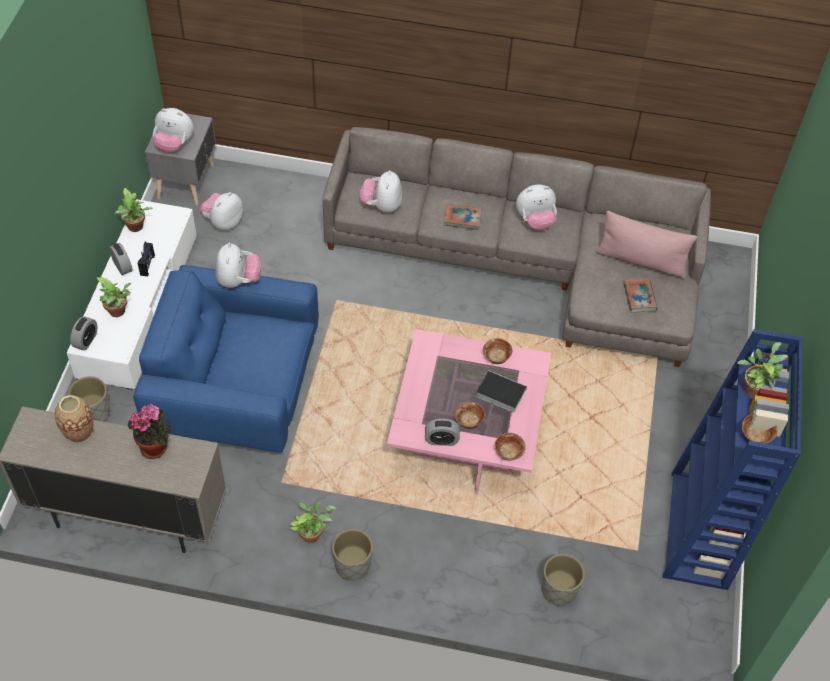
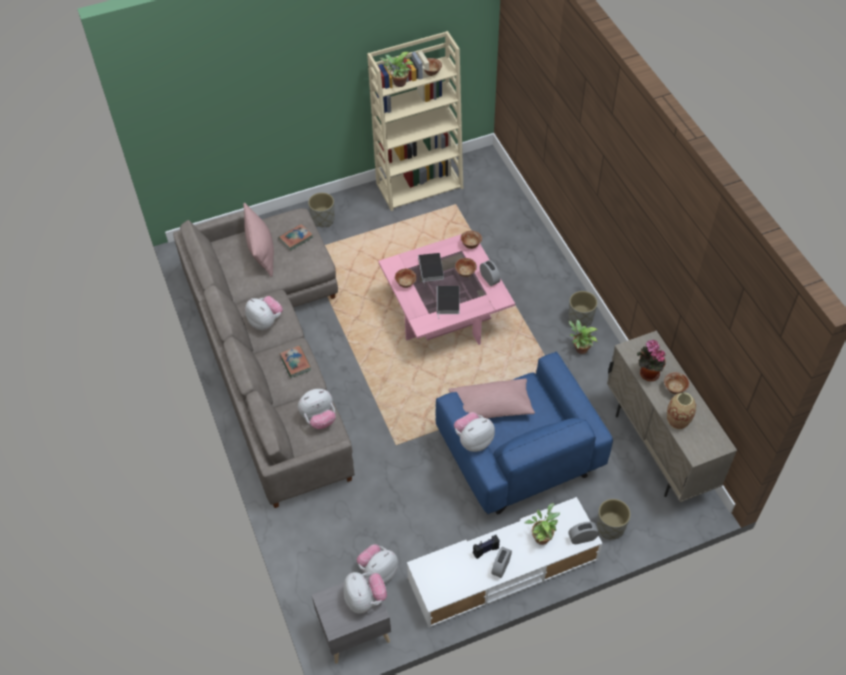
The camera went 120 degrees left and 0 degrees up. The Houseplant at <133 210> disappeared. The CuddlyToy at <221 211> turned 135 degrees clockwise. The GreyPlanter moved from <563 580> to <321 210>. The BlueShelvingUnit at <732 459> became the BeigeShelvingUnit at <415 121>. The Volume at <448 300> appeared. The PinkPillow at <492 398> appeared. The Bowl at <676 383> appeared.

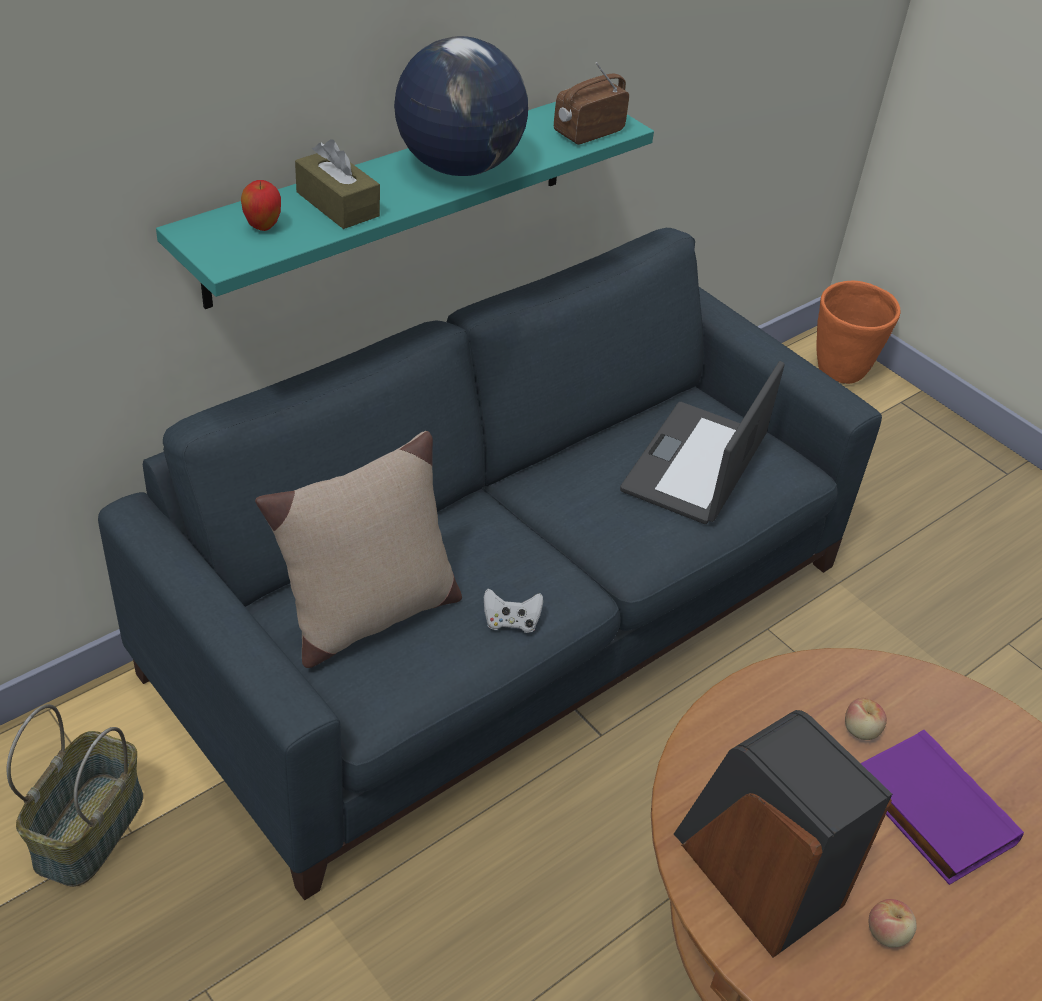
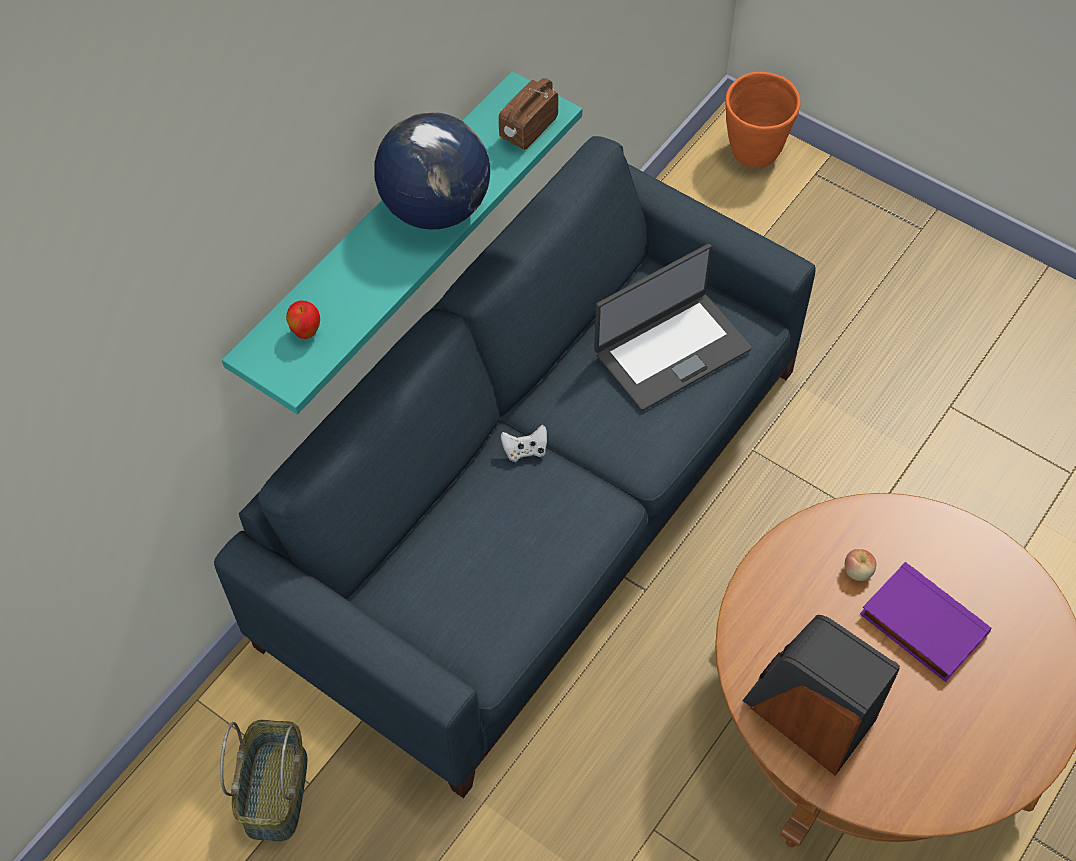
The camera went 10 degrees left and 15 degrees up. The BeigePillow at <358 549> disappeared. The BrownishBoxOfTissues at <337 184> disappeared. The WhiteColouredGamepad moved from <513 611> to <524 443>. The PortableComputer at <702 442> turned 135 degrees counterclockwise. The AppleFruit at <893 923> disappeared.

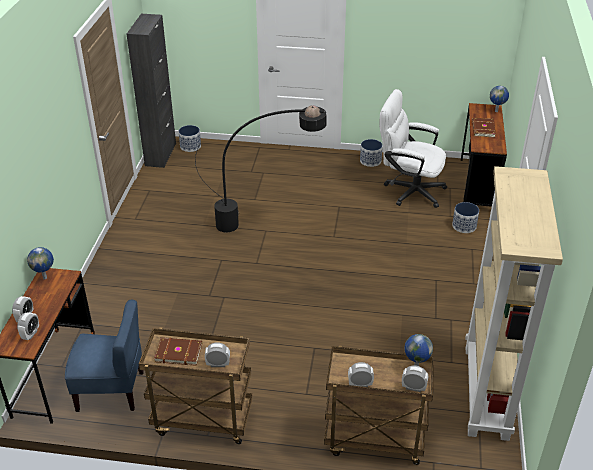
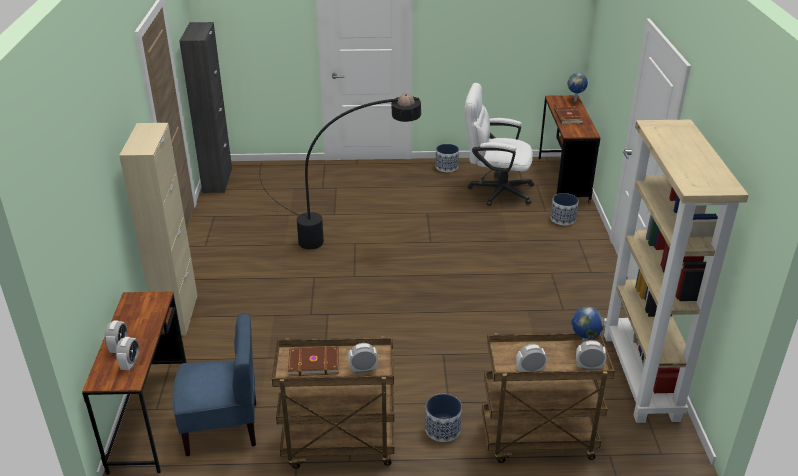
The camera went 10 degrees left and 5 degrees down. The WorldGlobe at <40 263> disappeared. The Planter moved from <190 138> to <443 418>. The BeigeStorageCabinet at <158 229> appeared.

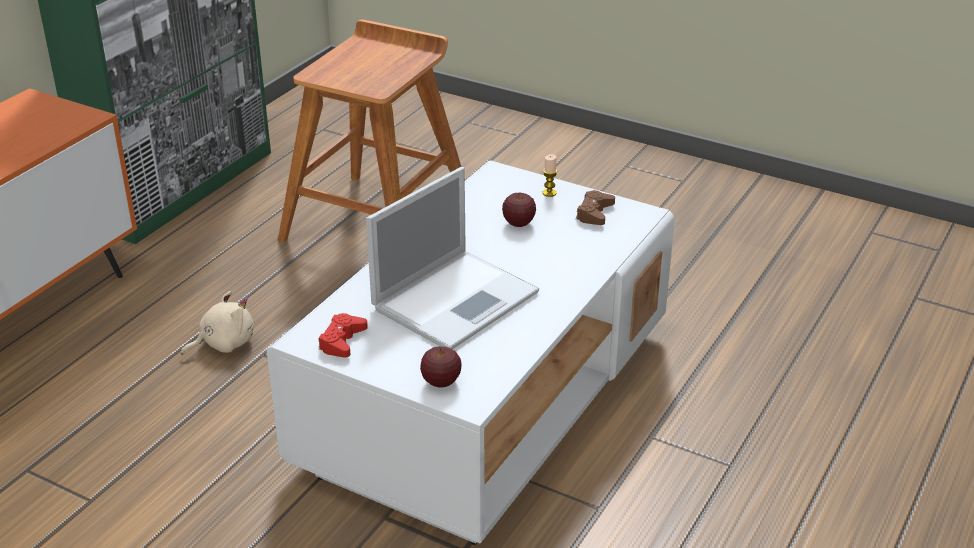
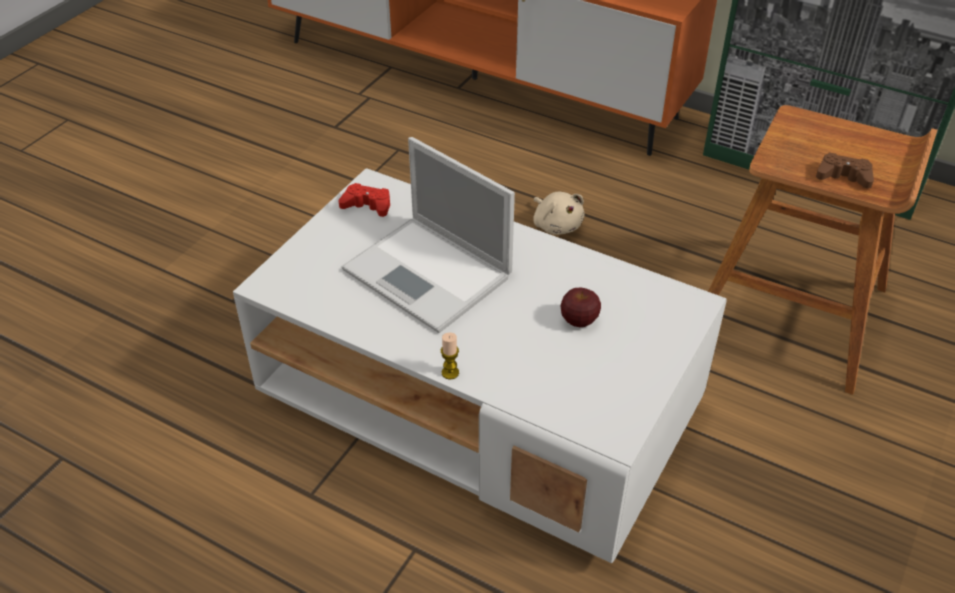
The camera went 90 degrees right and 10 degrees up. The AppleFruit at <440 367> disappeared. The WaxLight moved from <549 175> to <450 355>. The BrownishGamepad moved from <595 207> to <845 171>.

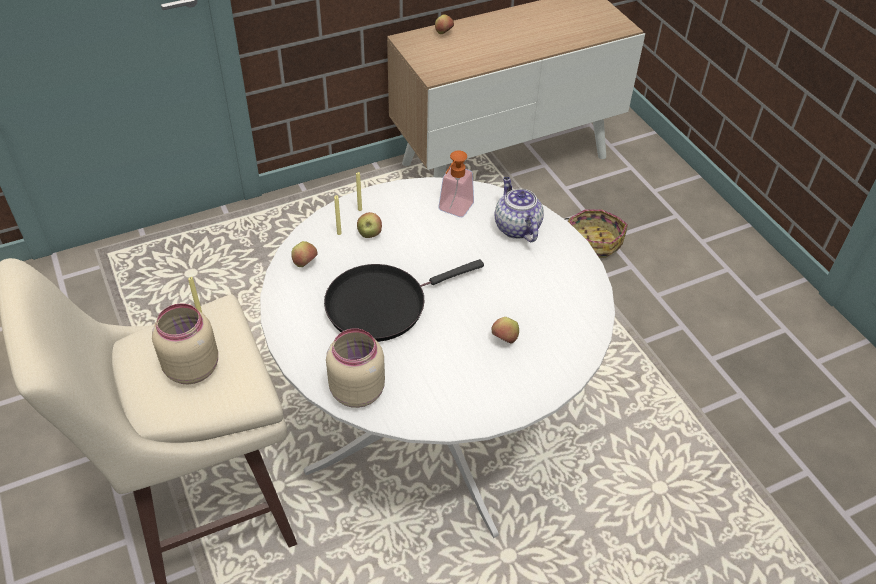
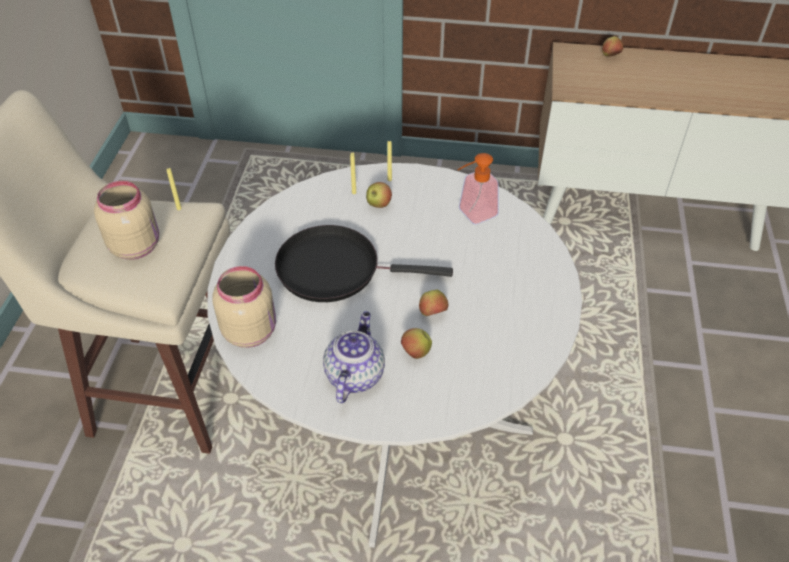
The camera went 35 degrees right and 0 degrees up. The AppleFruit moved from <304 254> to <433 302>. The PotForTea moved from <519 209> to <354 357>. The StorageBasket at <596 233> disappeared.

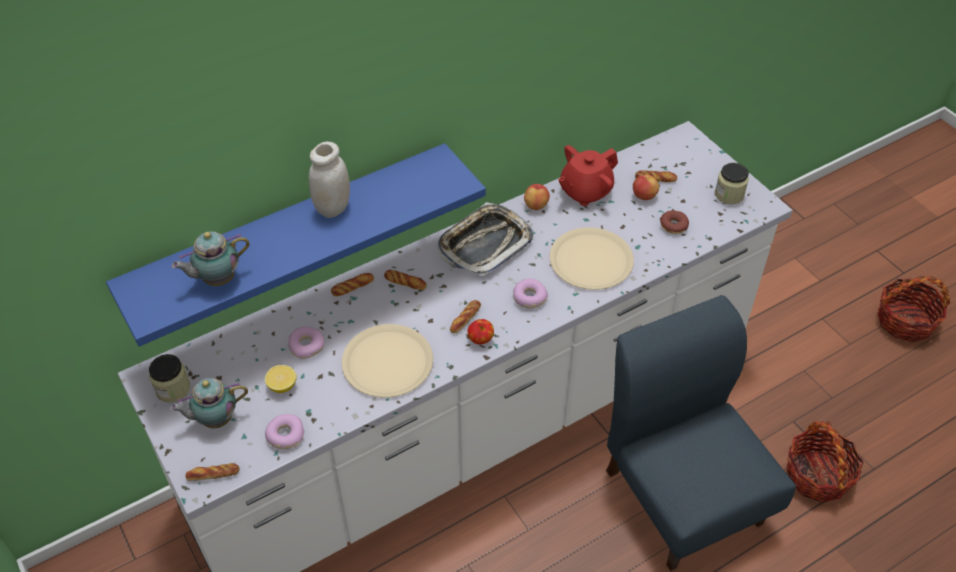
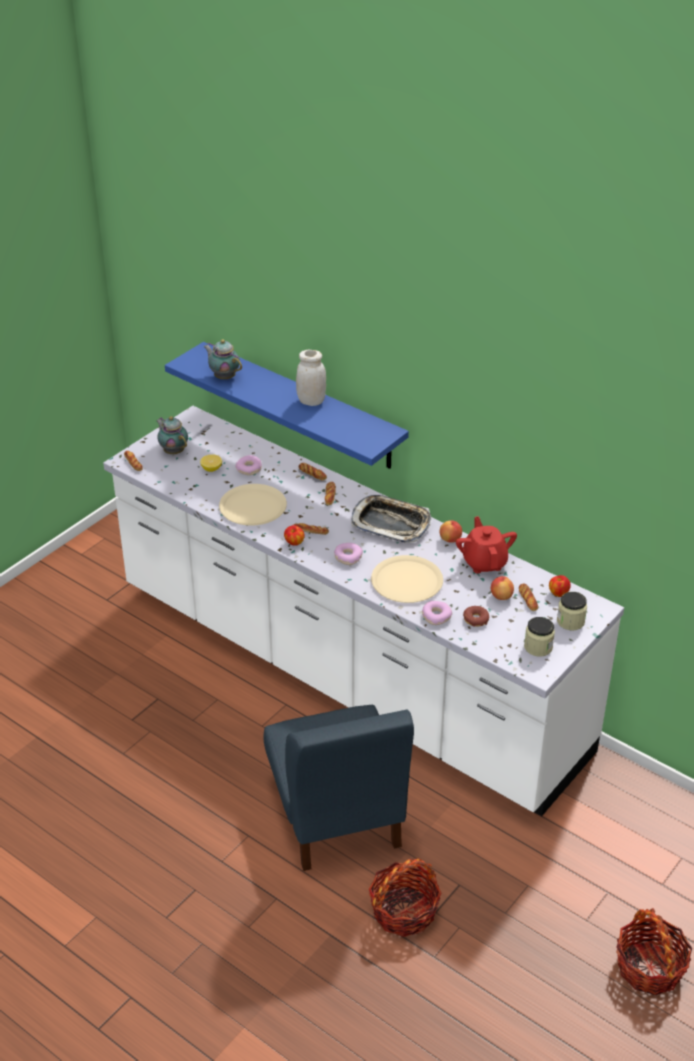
The camera went 70 degrees right and 10 degrees down. The Jar moved from <169 378> to <572 611>. The Donut moved from <284 431> to <437 613>. The ReddishPotForTea at <588 175> turned 45 degrees clockwise. The BlueUprightChair at <701 433> turned 120 degrees clockwise. The AppleFruit at <560 586> appeared.

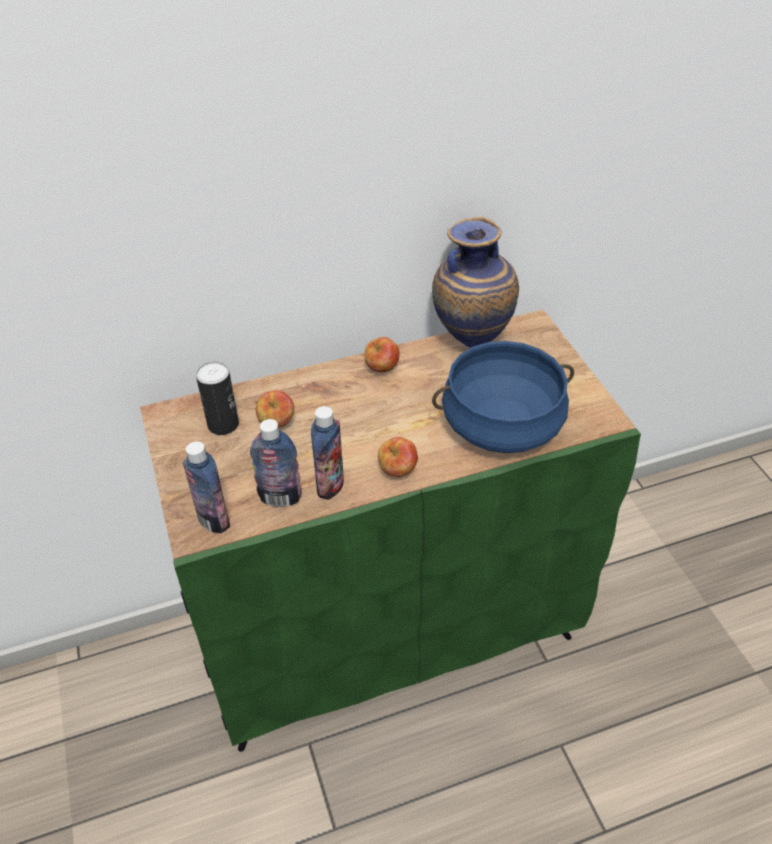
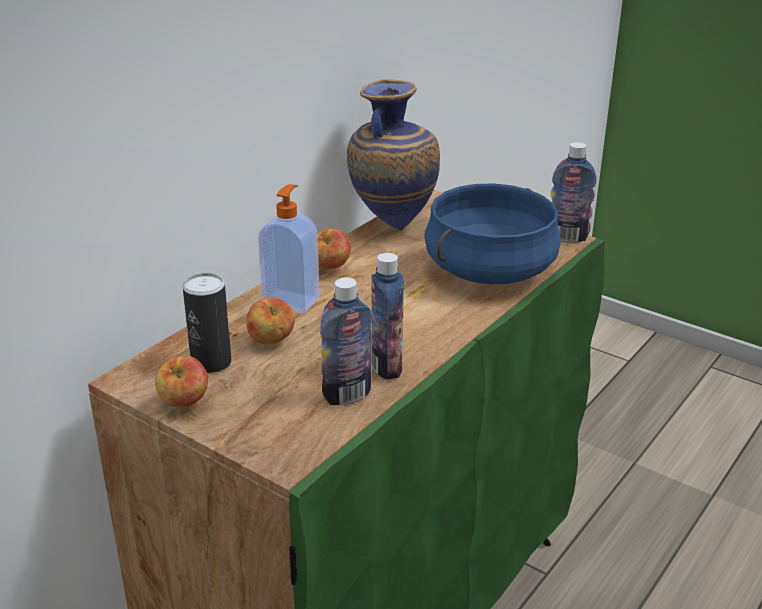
The camera went 35 degrees left and 15 degrees down. The BeverageBottle moved from <206 487> to <574 192>. The AppleFruit moved from <398 457> to <181 381>. The SoapDispenser at <288 249> appeared.

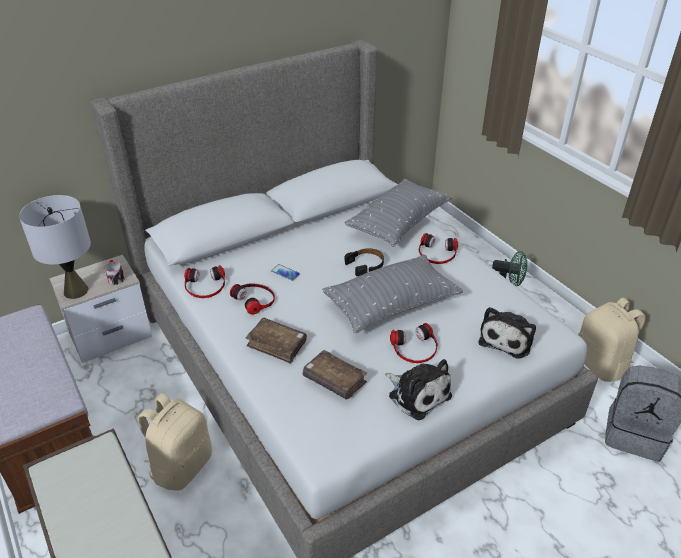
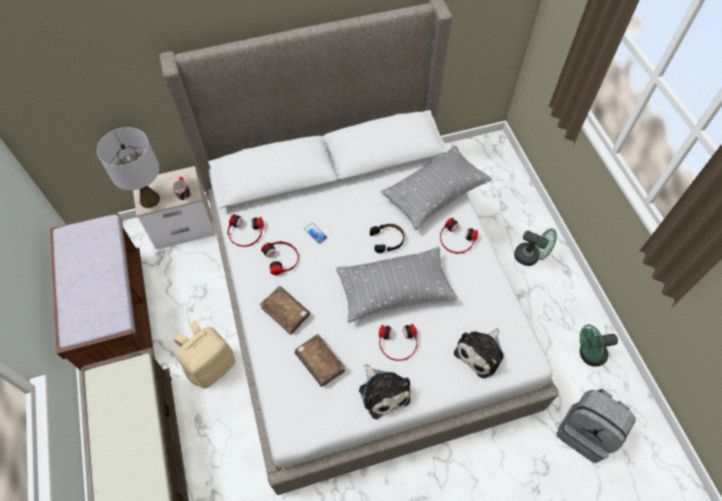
The camera went 15 degrees right and 20 degrees up. The BeigeKnapsack at <612 340> was replaced by the GreenColouredElectricFan at <599 346>.

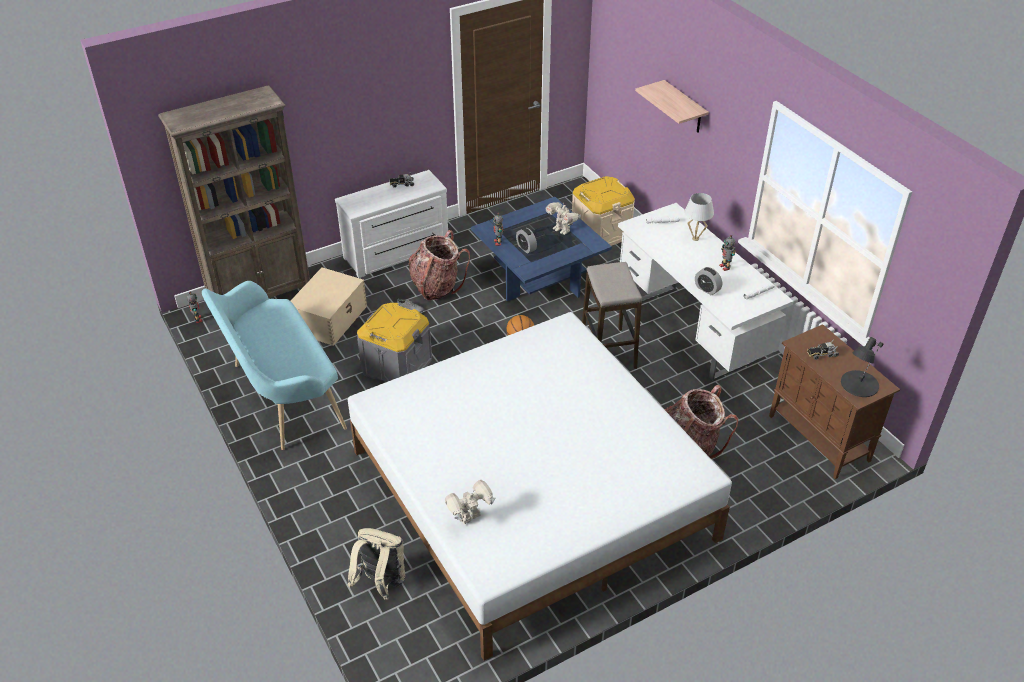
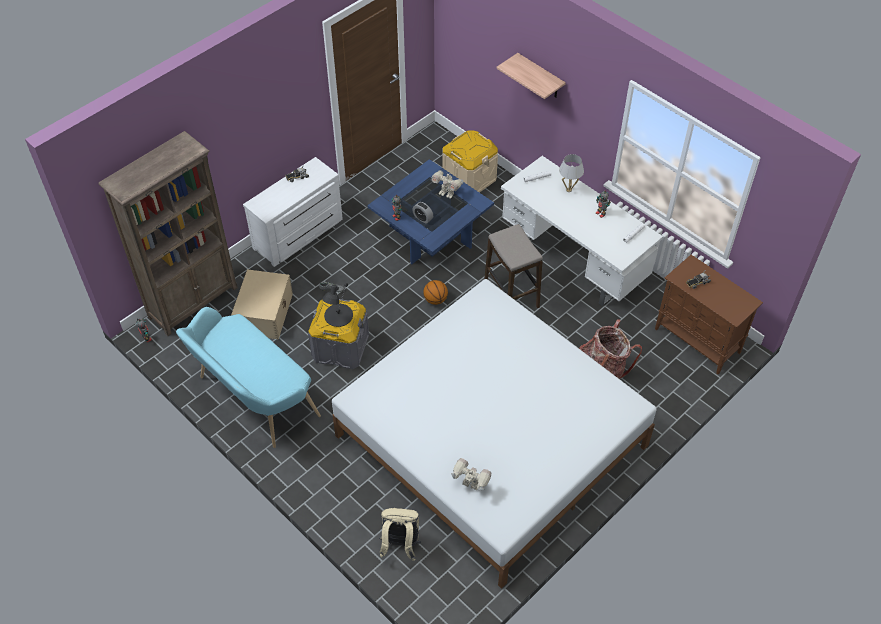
The camera went 15 degrees left and 10 degrees up. The Knapsack at <439 265> disappeared. The ModelRobot at <470 502> turned 75 degrees clockwise. The BedsideClock at <708 281> disappeared. The BlackColouredLampForATable moved from <862 367> to <337 305>.

